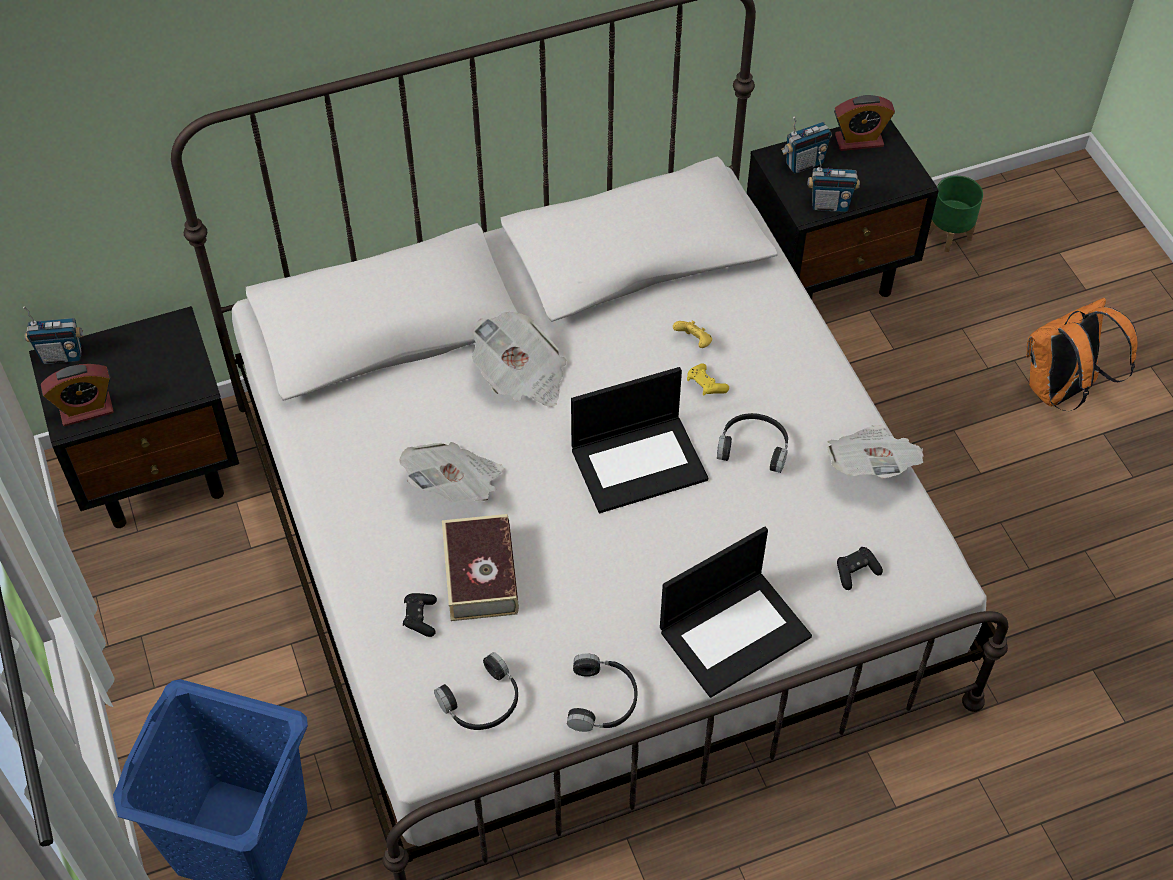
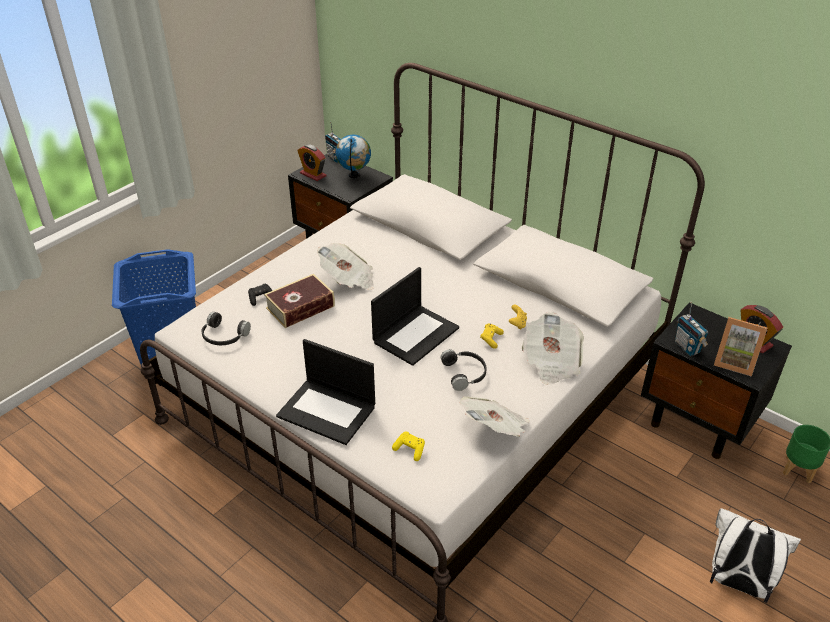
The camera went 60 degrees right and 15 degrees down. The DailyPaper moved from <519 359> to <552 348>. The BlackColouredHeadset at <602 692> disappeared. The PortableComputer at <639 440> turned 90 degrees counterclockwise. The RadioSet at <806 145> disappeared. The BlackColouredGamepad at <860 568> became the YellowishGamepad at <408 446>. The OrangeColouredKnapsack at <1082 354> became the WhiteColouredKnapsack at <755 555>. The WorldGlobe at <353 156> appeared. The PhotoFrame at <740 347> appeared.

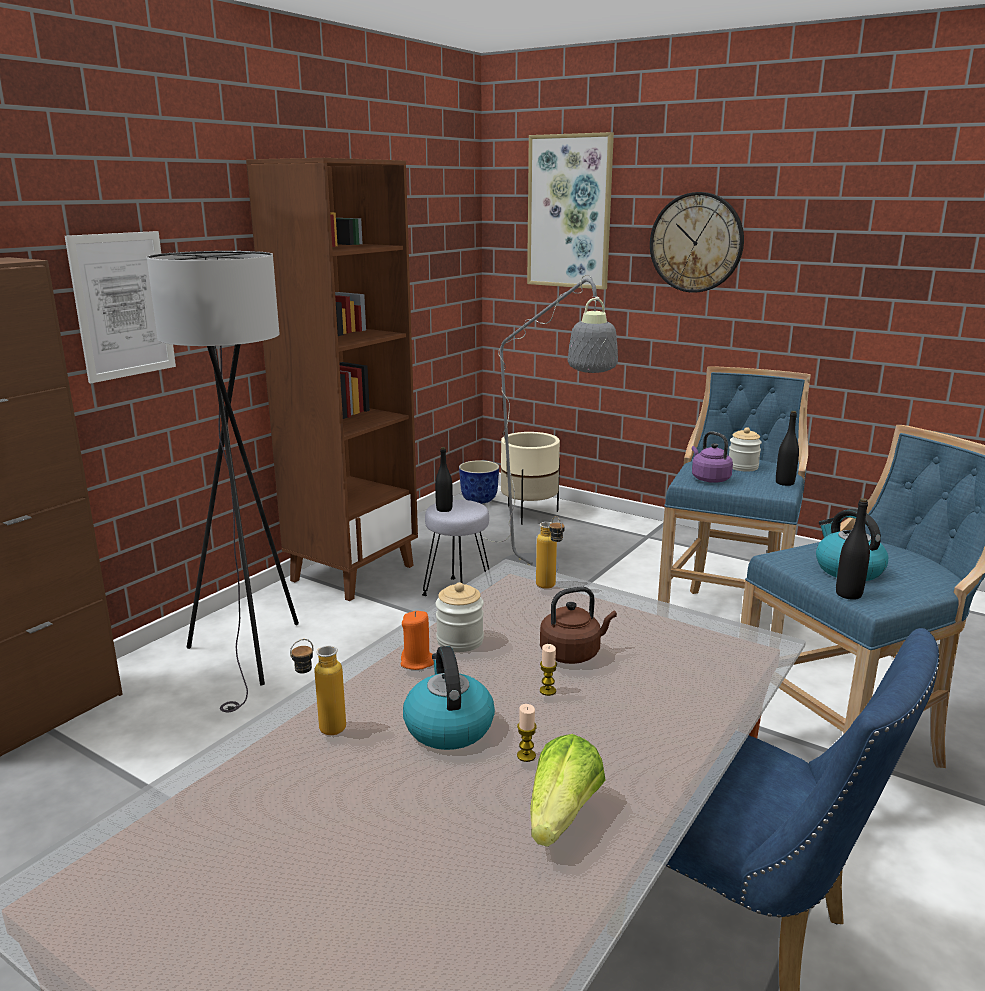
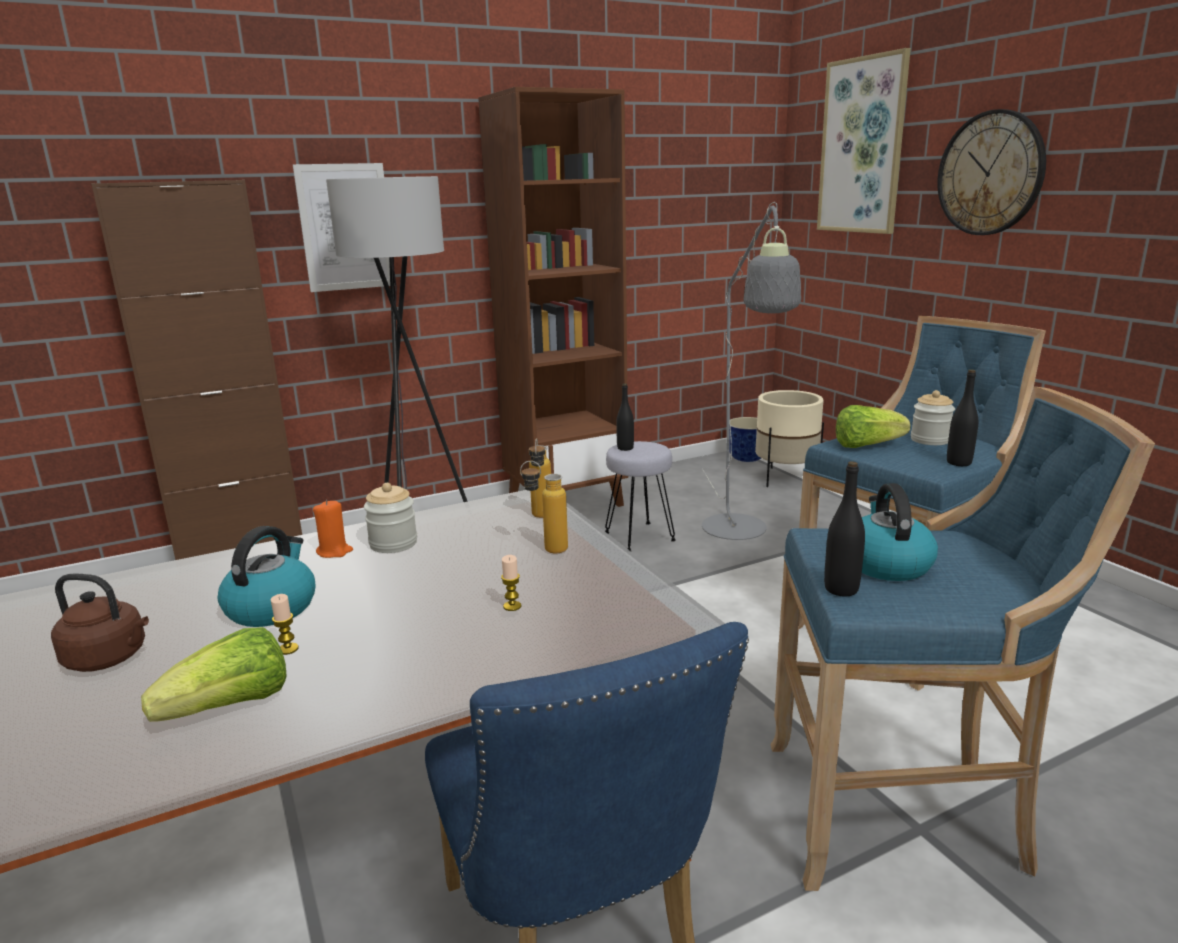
The camera went 30 degrees right and 0 degrees up. The BeverageBottle moved from <318 687> to <544 507>. The BrownishKettle moved from <578 625> to <100 622>. The WaxLight moved from <548 670> to <511 583>. The PurpleColouredKettle at <712 457> was replaced by the Lettuce at <873 426>.

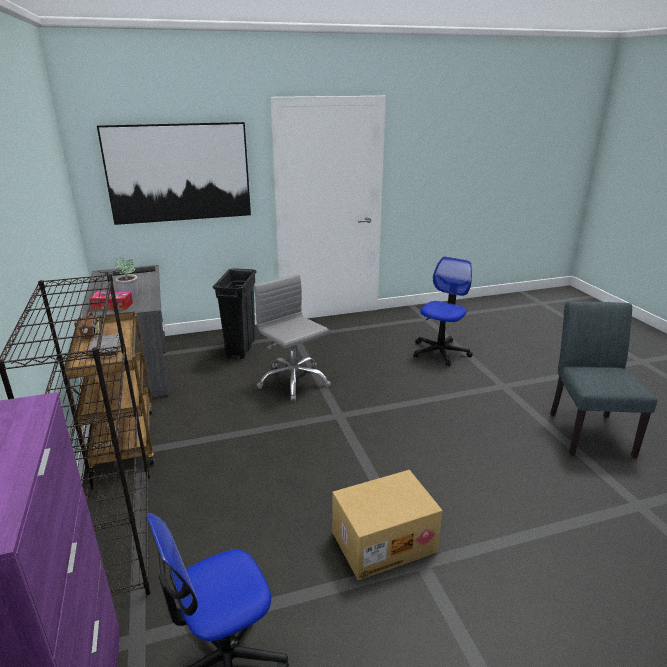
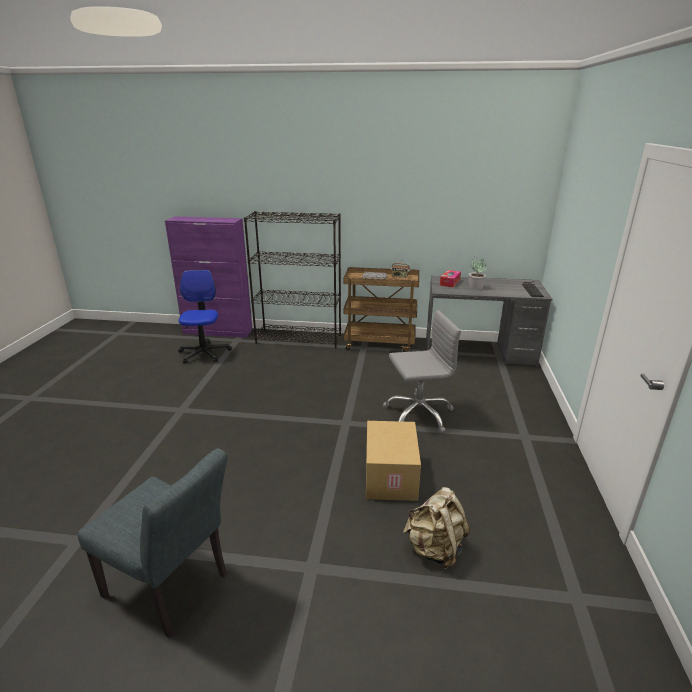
The camera went 115 degrees right and 0 degrees up. The WallArt at <174 173> disappeared. The BlackColouredTrashCan at <234 314> disappeared. The CardboardBox moved from <387 525> to <393 461>. The OfficeChair at <442 311> was replaced by the BeigeKnapsack at <436 528>.

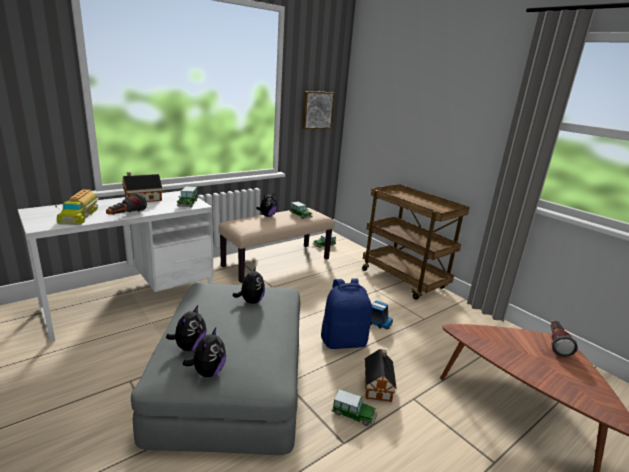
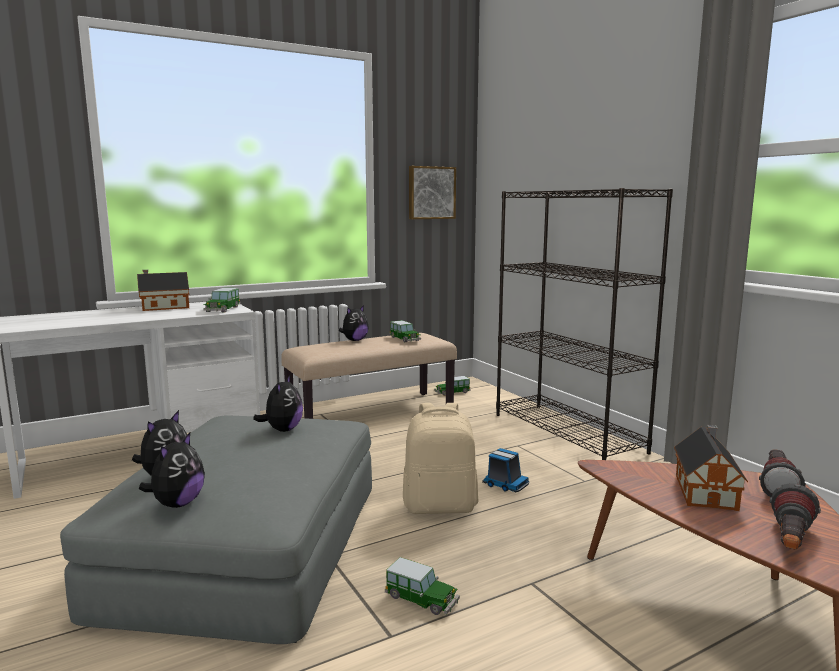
The camera went 10 degrees right and 10 degrees down. The ModelTruck at <77 207> disappeared. The Torch moved from <126 204> to <795 516>. The BlueKnapsack at <346 313> became the BeigeKnapsack at <441 458>. The BrownishWheeledCart at <416 242> was replaced by the BlackColouredShelvingUnit at <584 324>. The ModelHouse moved from <381 375> to <711 468>.

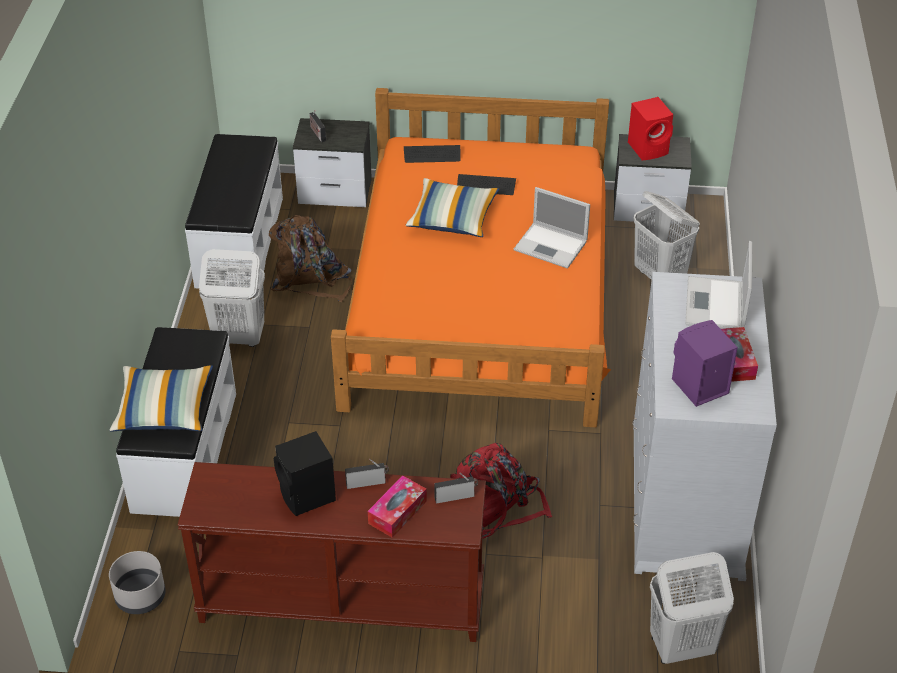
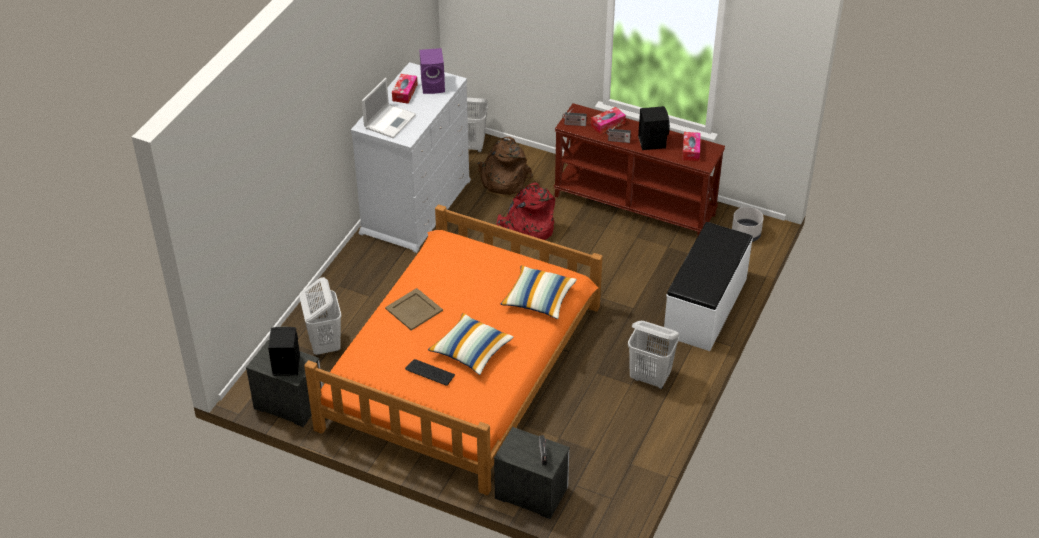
The camera went 160 degrees left and 0 degrees up. The Pillow moved from <161 398> to <539 292>. The WhiteColouredLongSeat at <234 211> disappeared. The BrownishKnapsack moved from <310 258> to <505 166>. The PcKeyboard at <432 154> disappeared. The PortableComputer at <552 228> was replaced by the BeigeTray at <414 309>. The ReddishLoudspeaker at <650 129> became the BlackColouredLoudspeaker at <284 351>. The BoxOfTissues at <691 146> appeared.

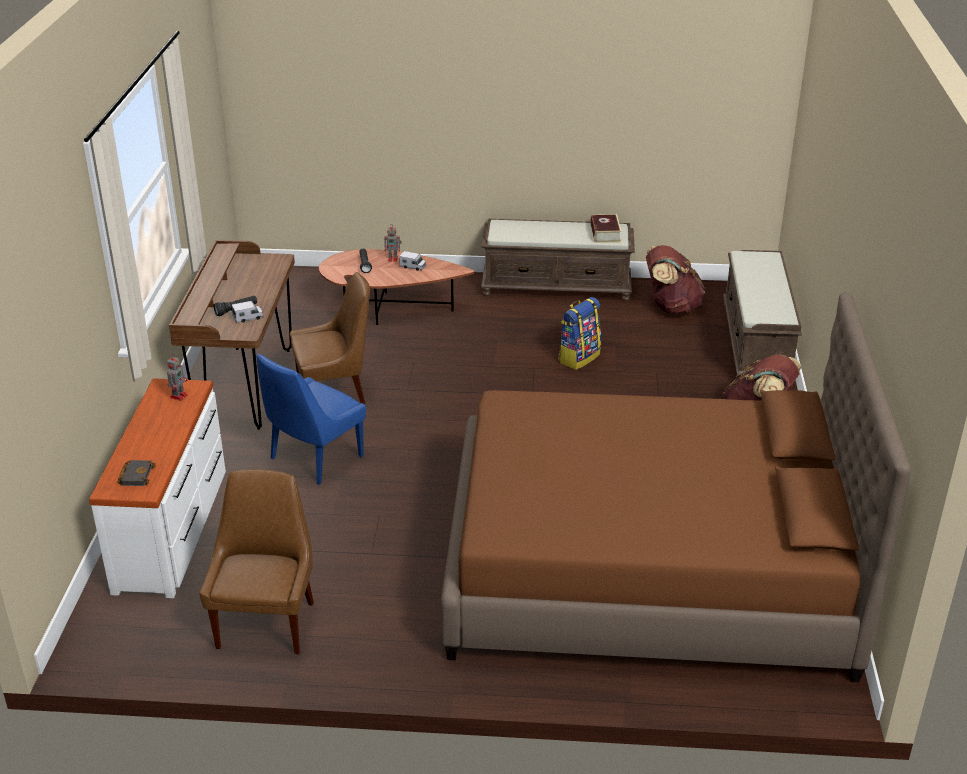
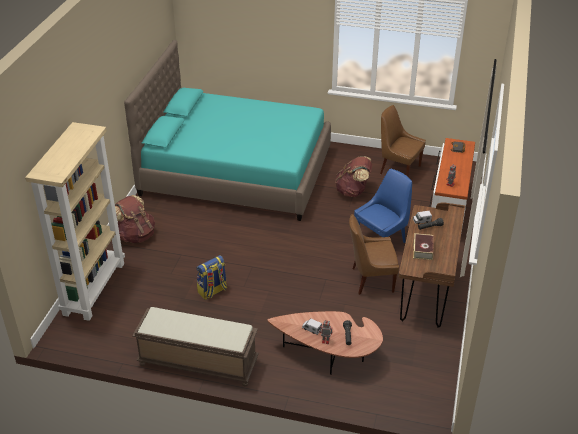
The camera went 170 degrees left and 5 degrees up. The BrownishUprightChair at <256 561> turned 105 degrees clockwise. The BrownishBed at <676 487> became the TurquoiseColouredBed at <227 130>. The Volume moved from <606 228> to <423 246>. The BrownishKnapsack moved from <675 279> to <353 176>. The BrownishLongSeat at <762 312> was replaced by the BeigeShelvingUnit at <75 221>.

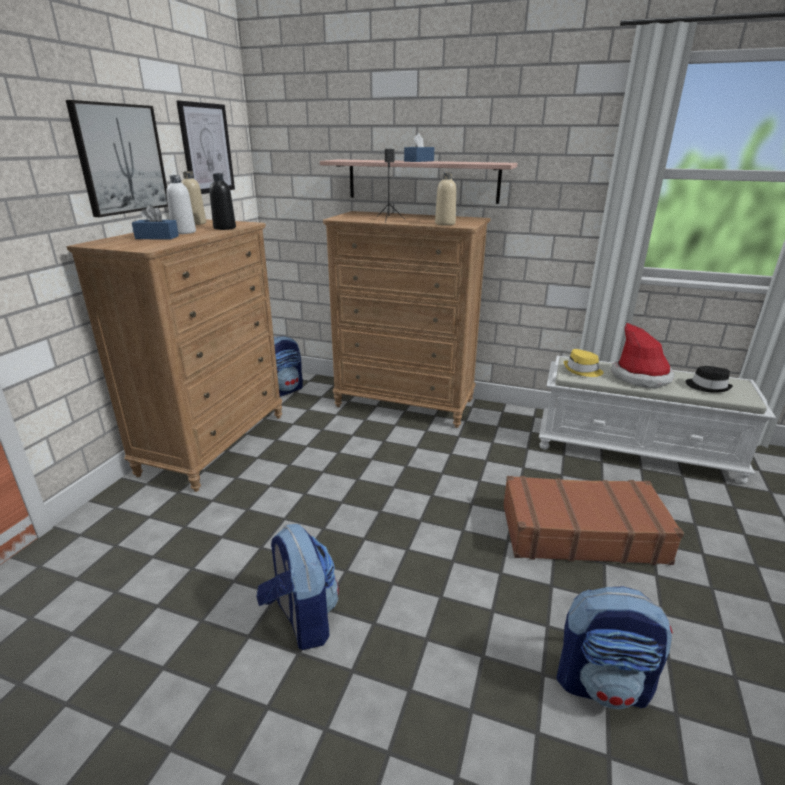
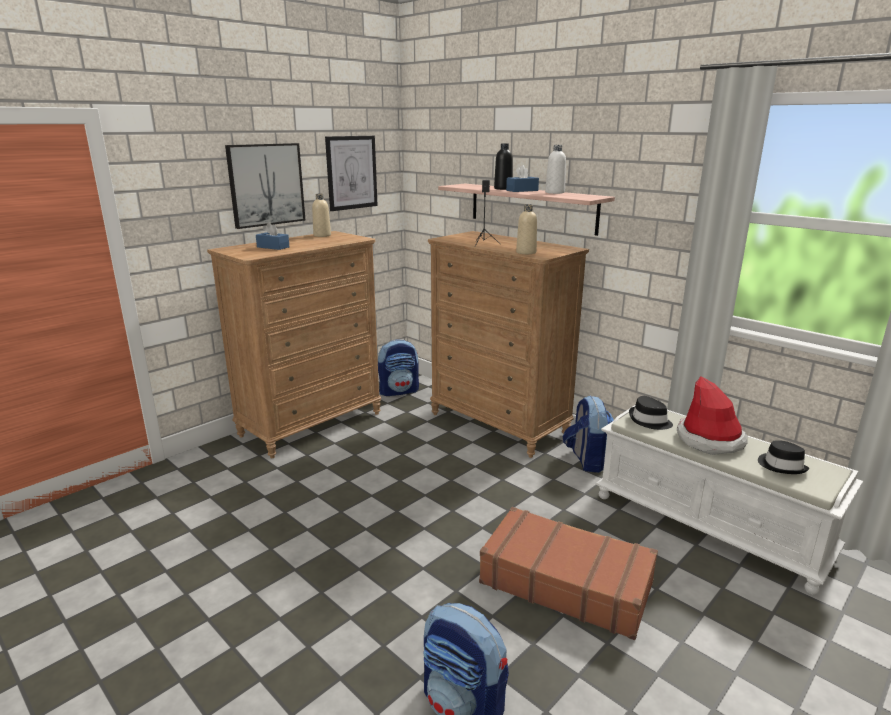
The camera went 25 degrees right and 5 degrees down. The WhiteColouredBeverageBottle moved from <181 204> to <555 169>. The BlackColouredBeverageBottle moved from <222 201> to <503 166>. The Knapsack moved from <297 587> to <588 434>. The YellowishClothingHat at <584 363> became the BlackColouredClothingHat at <651 413>.

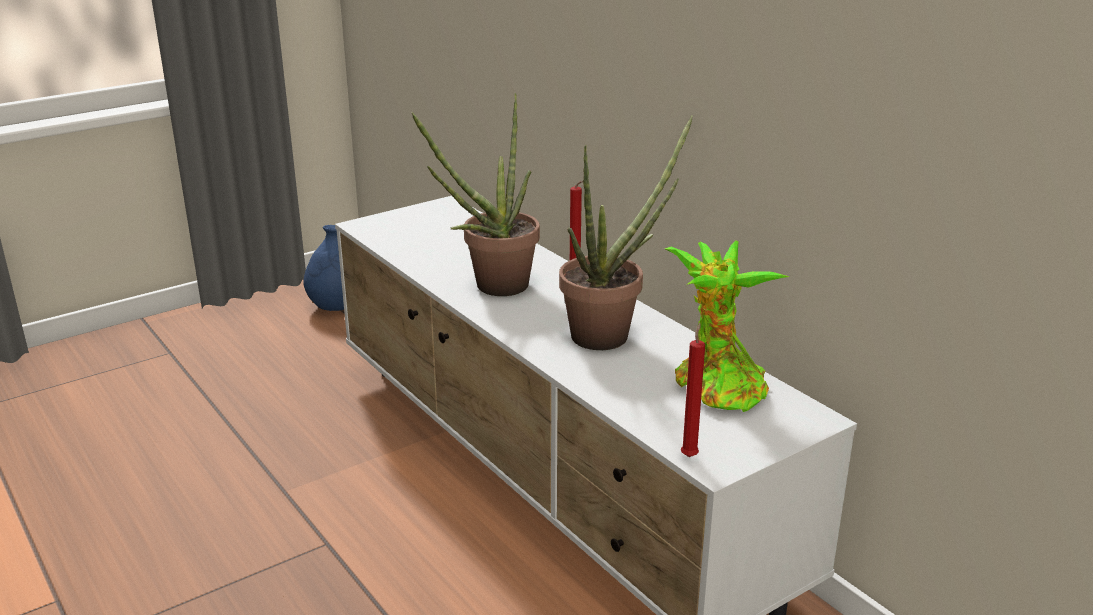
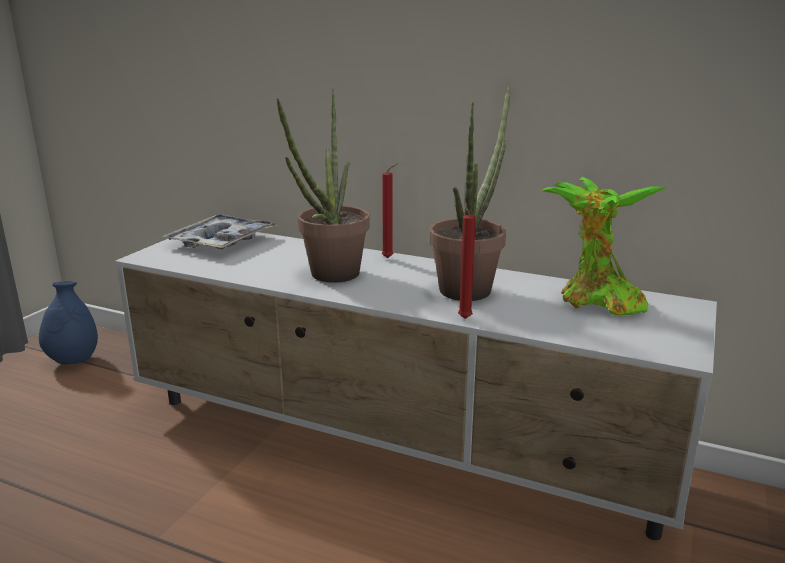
The camera went 30 degrees left and 5 degrees down. The ReddishWaxLight moved from <693 390> to <467 260>. The Tray at <219 232> appeared.

